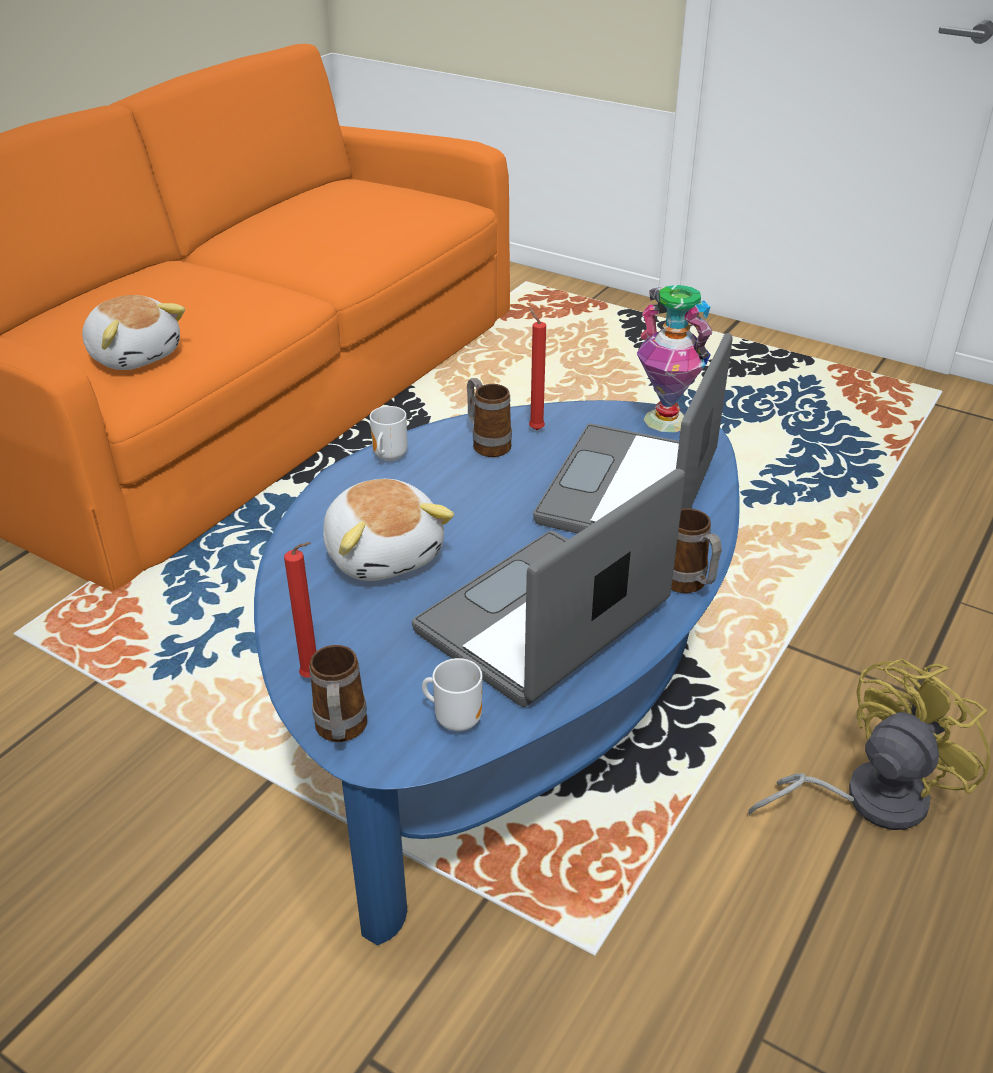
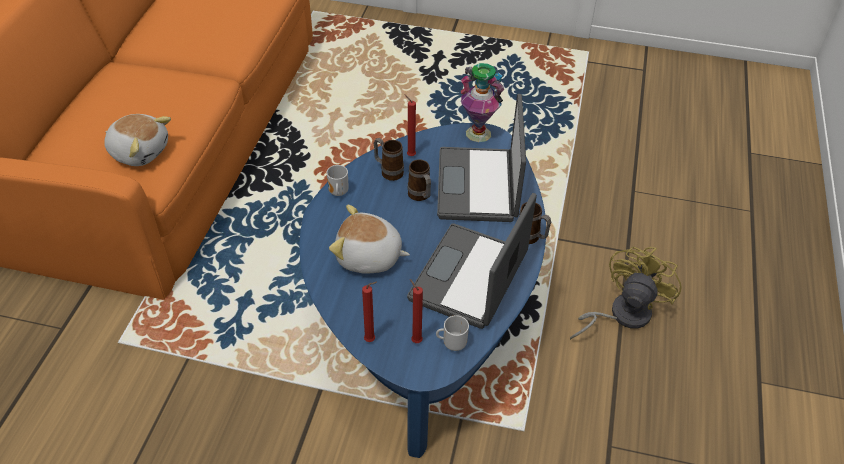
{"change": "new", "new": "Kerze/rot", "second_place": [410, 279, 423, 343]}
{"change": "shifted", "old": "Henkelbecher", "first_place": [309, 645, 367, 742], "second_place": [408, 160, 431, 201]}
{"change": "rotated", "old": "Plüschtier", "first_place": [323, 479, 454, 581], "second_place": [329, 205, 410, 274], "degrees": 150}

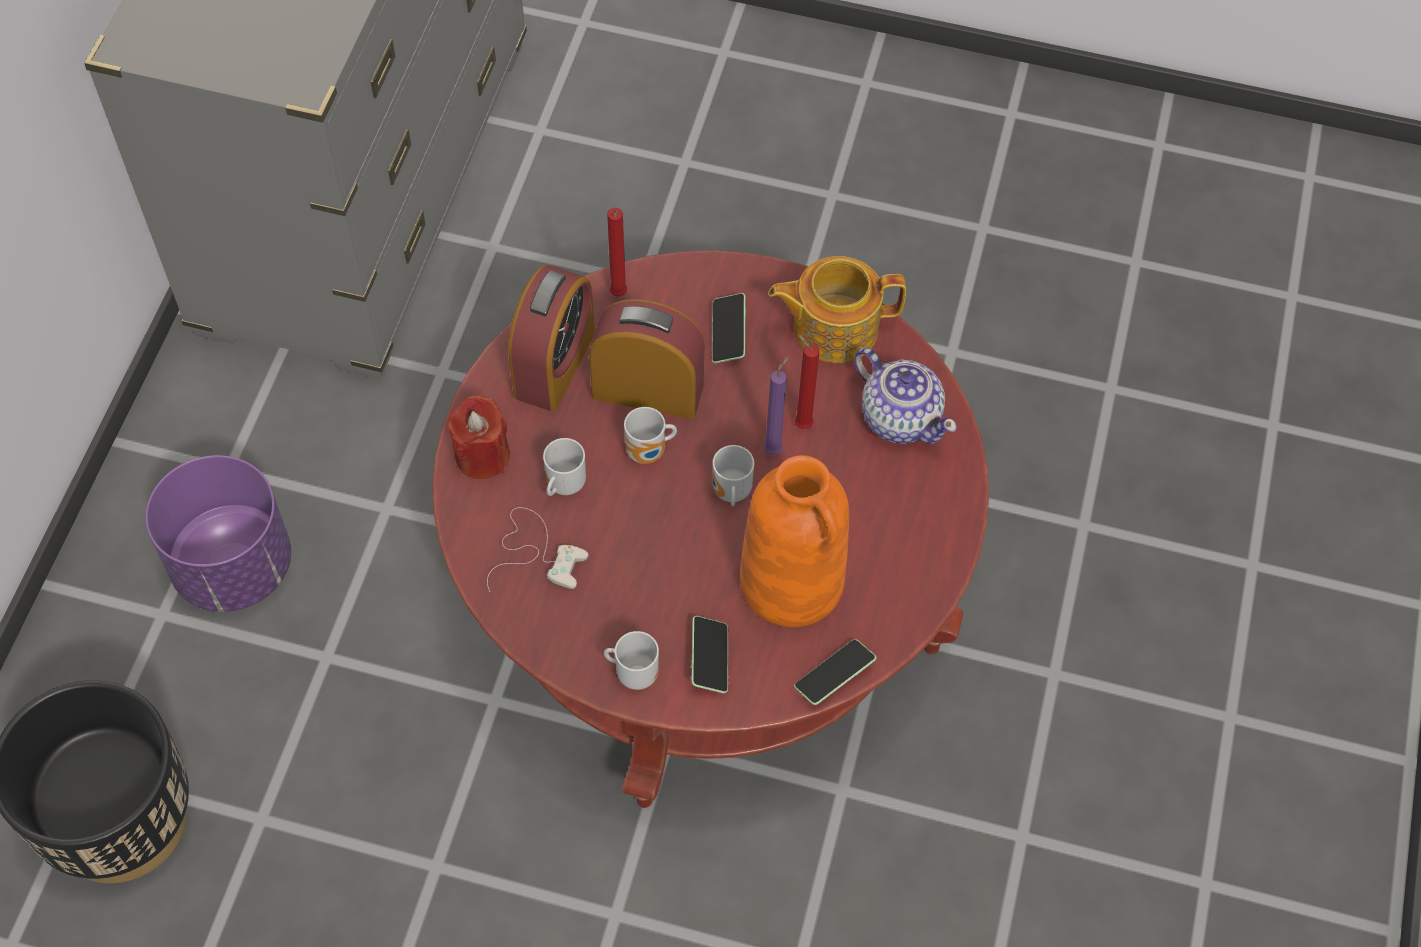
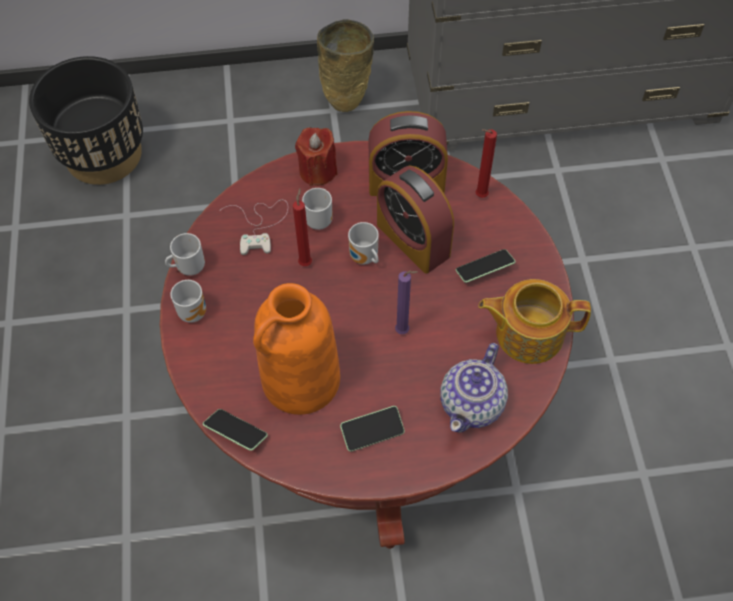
{"change": "gone", "old": "Pflanzkübel/lila", "first_place": [145, 455, 291, 612]}
{"change": "new", "new": "Vase/beige", "second_place": [317, 19, 374, 112]}
{"change": "shifted", "old": "Handy", "first_place": [691, 616, 728, 693], "second_place": [340, 406, 405, 452]}
{"change": "shifted", "old": "Henkelbecher", "first_place": [713, 445, 754, 506], "second_place": [165, 233, 205, 276]}
{"change": "shifted", "old": "Kerze/rot", "first_place": [795, 334, 820, 429], "second_place": [293, 188, 312, 266]}
{"change": "rotated", "old": "Wecker", "first_place": [589, 299, 705, 419], "second_place": [377, 165, 454, 274], "degrees": 150}
{"change": "rotated", "old": "Teekanne", "first_place": [768, 256, 906, 363], "second_place": [478, 279, 591, 364], "degrees": -60}

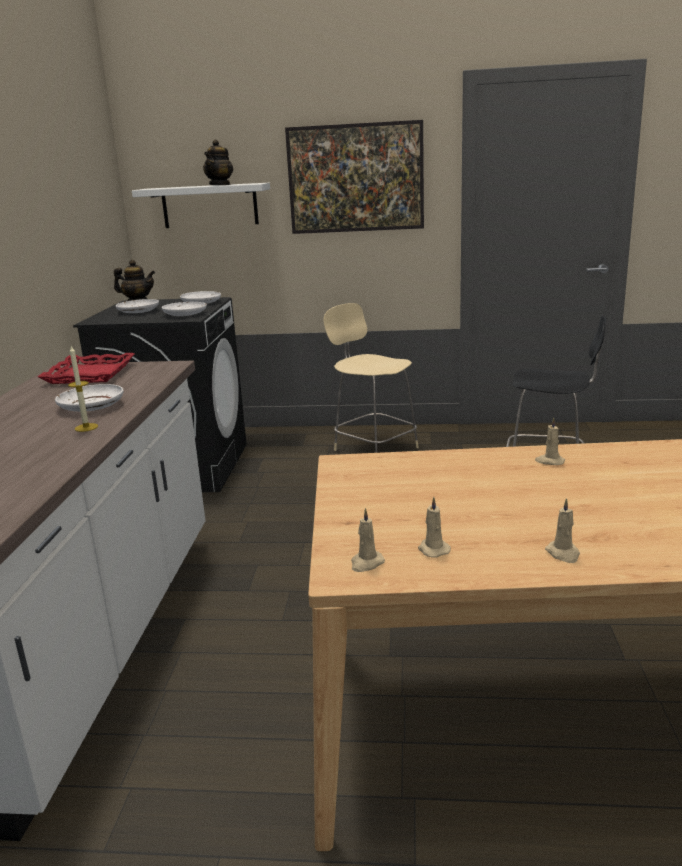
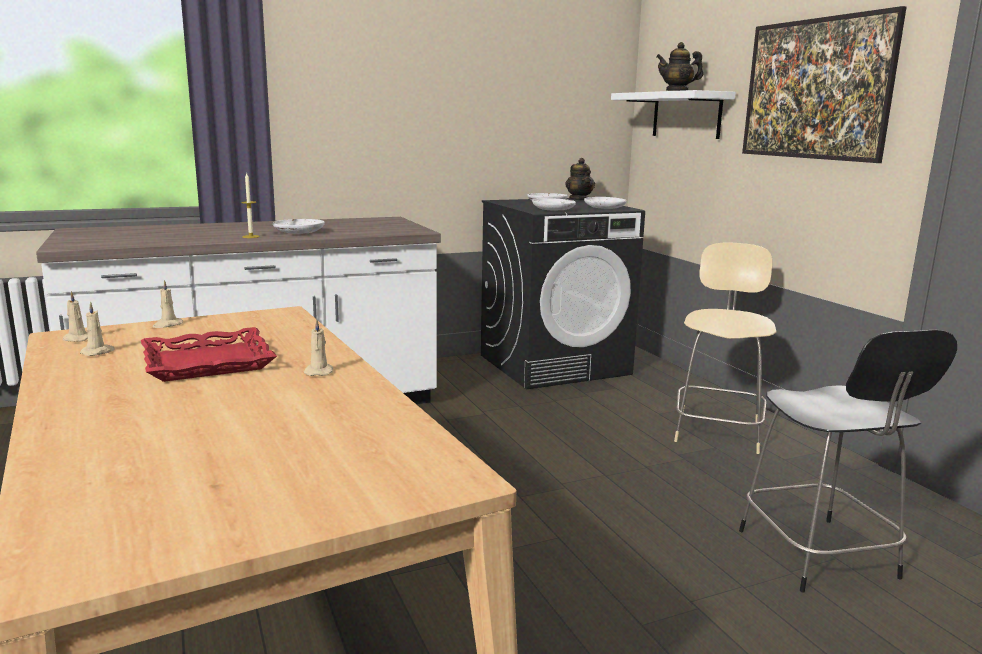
{"change": "shifted", "old": "Tablett/rot", "first_place": [38, 353, 134, 384], "second_place": [141, 327, 277, 382]}
{"change": "shifted", "old": "Kerze/beige", "first_place": [545, 498, 580, 563], "second_place": [153, 280, 183, 328]}

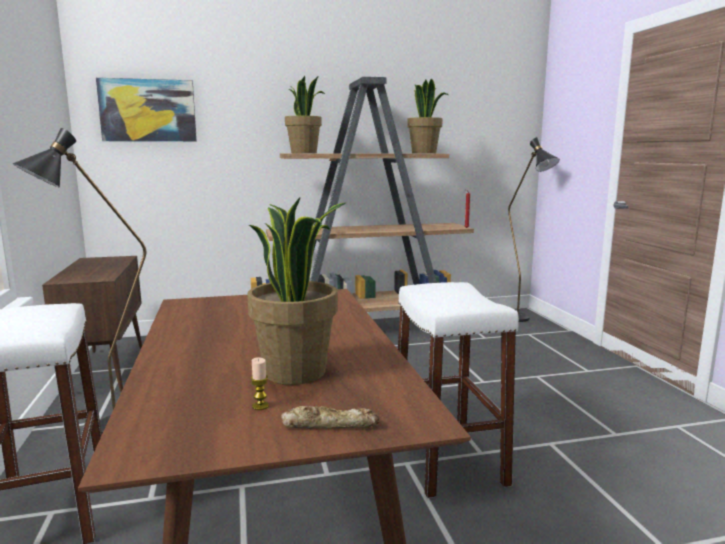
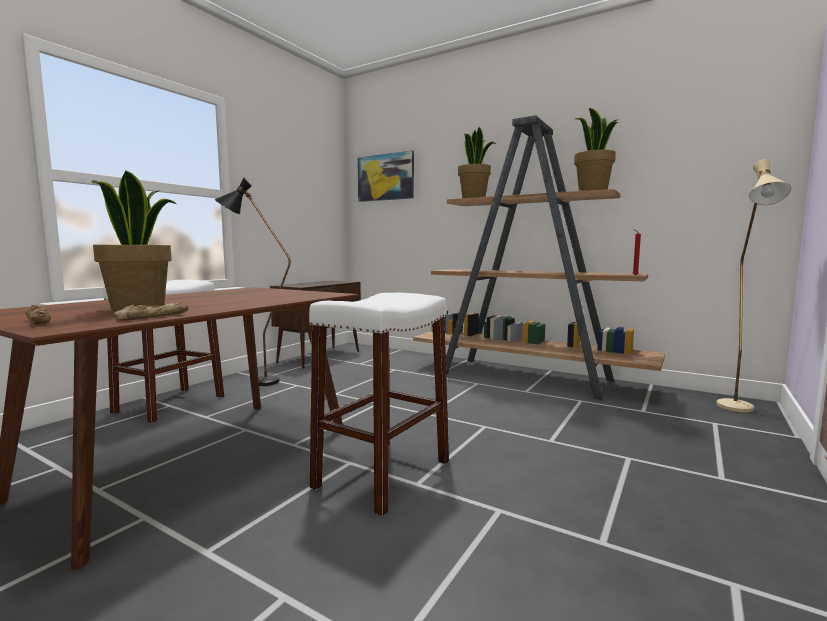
{"change": "gone", "old": "Kerze", "first_place": [251, 357, 269, 410]}
{"change": "new", "new": "Brot", "second_place": [113, 303, 188, 321]}
{"change": "repainted", "old": "Stehlampe/schwarz", "new": "Stehlampe/beige", "first_place": [508, 137, 560, 322], "second_place": [716, 159, 791, 413]}

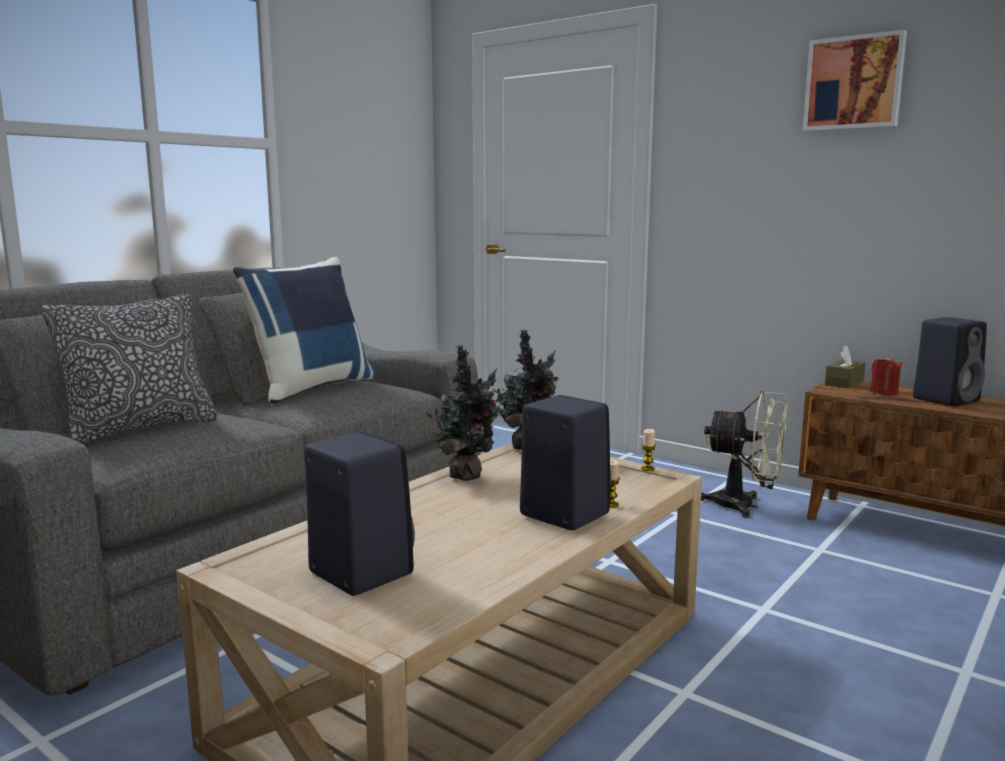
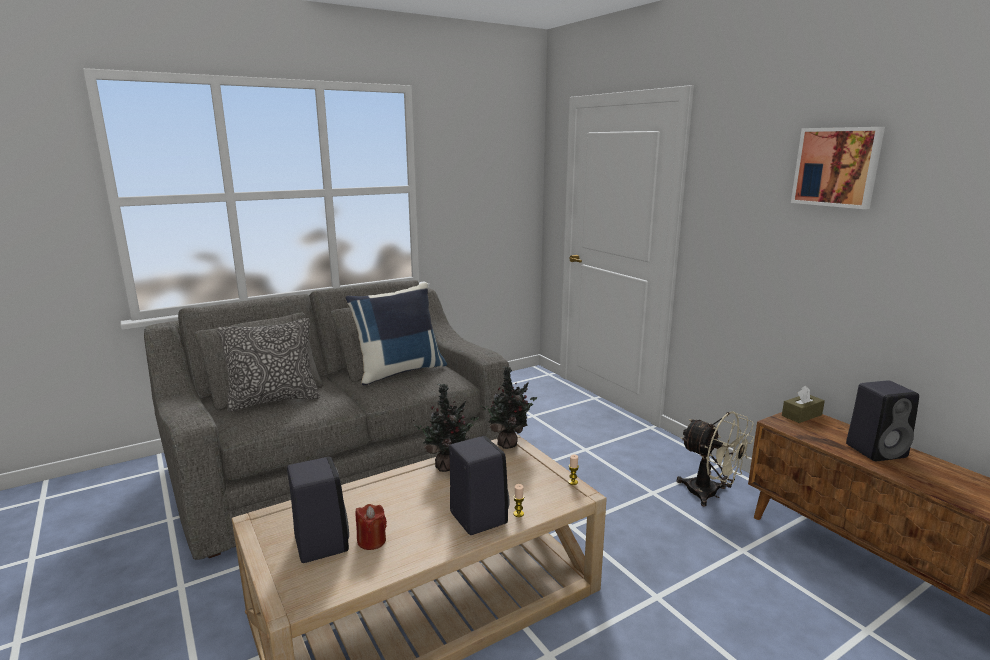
{"change": "shifted", "old": "Kerze/rot", "first_place": [870, 355, 902, 395], "second_place": [355, 504, 387, 550]}

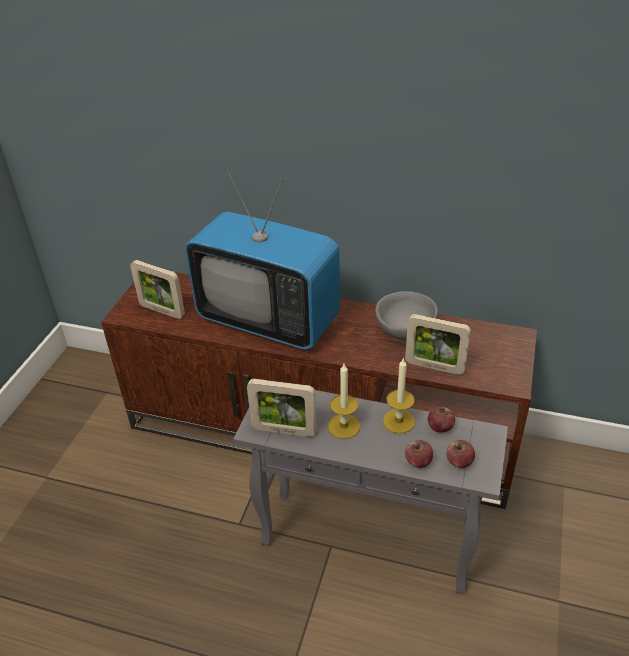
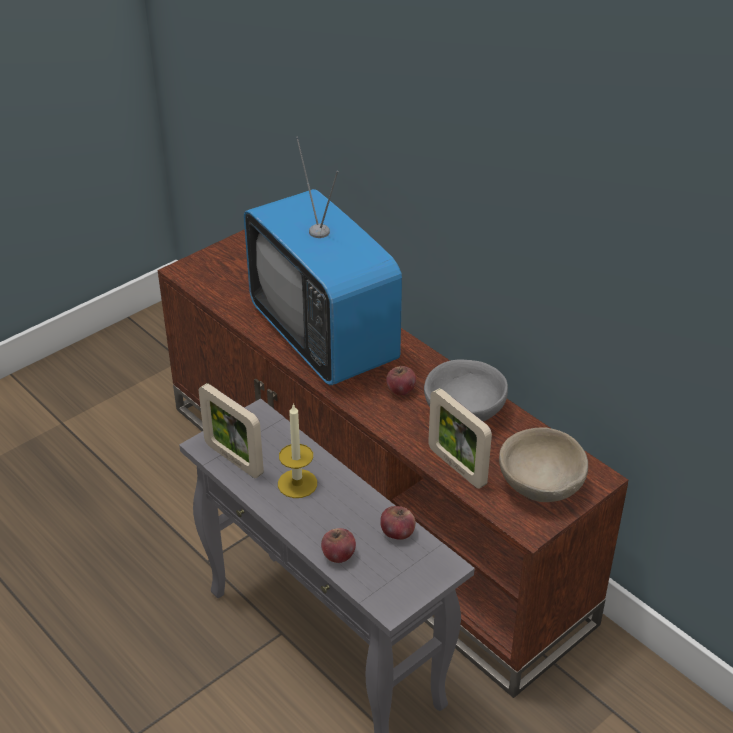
{"change": "gone", "old": "Bilderrahmen", "first_place": [130, 260, 185, 319]}
{"change": "gone", "old": "Kerze", "first_place": [383, 357, 415, 434]}
{"change": "new", "new": "Schüssel/beige", "second_place": [499, 427, 588, 502]}
{"change": "shifted", "old": "Apfel", "first_place": [446, 440, 475, 468], "second_place": [386, 366, 416, 395]}

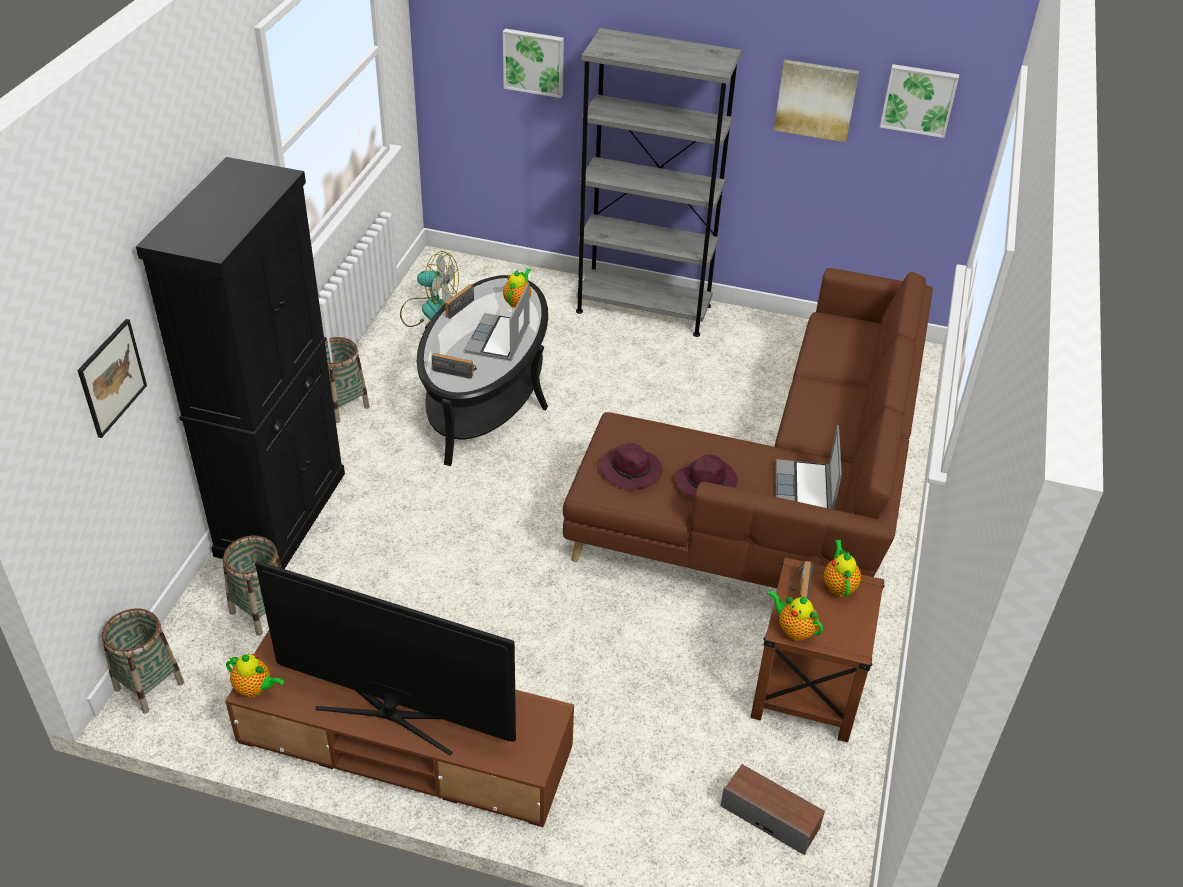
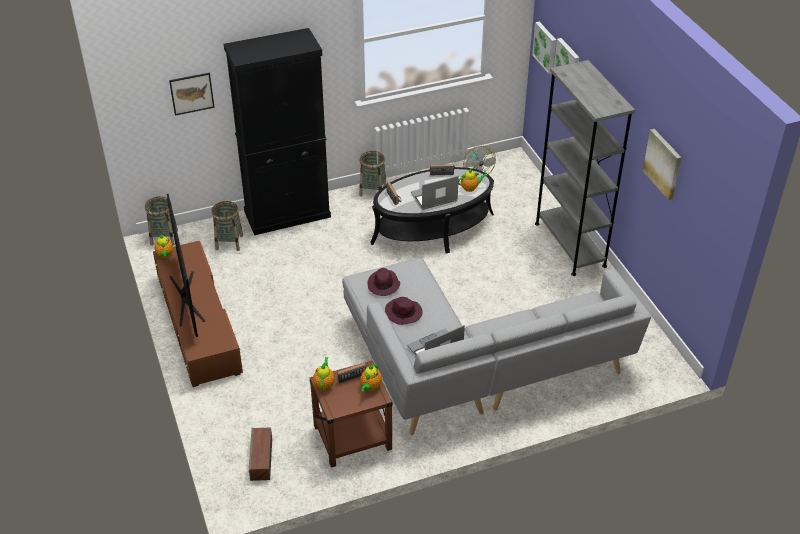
{"change": "shifted", "old": "Bild", "first_place": [880, 64, 959, 138], "second_place": [532, 22, 556, 74]}
{"change": "repainted", "old": "Sofa/braun", "new": "Sofa/grau", "first_place": [563, 268, 933, 588], "second_place": [342, 258, 651, 435]}
{"change": "rotated", "old": "Teekanne", "first_place": [824, 540, 861, 597], "second_place": [360, 363, 382, 391], "degrees": 150}

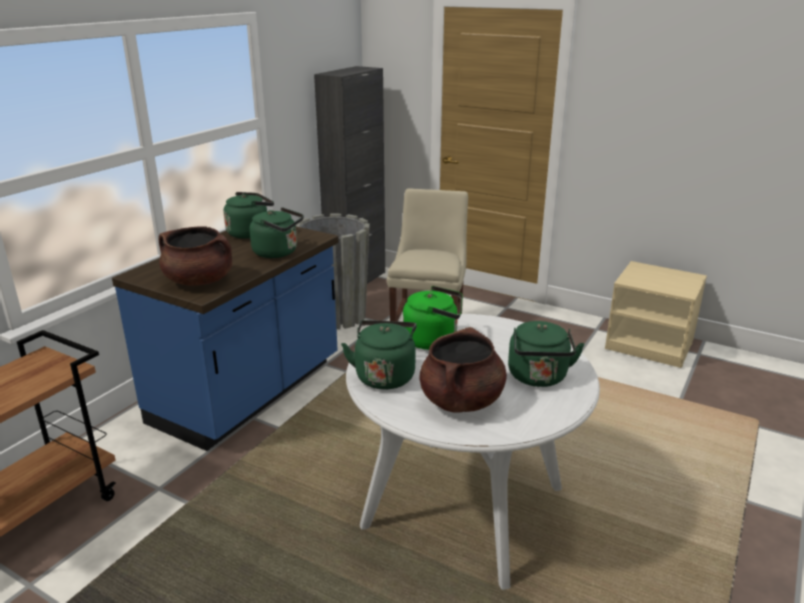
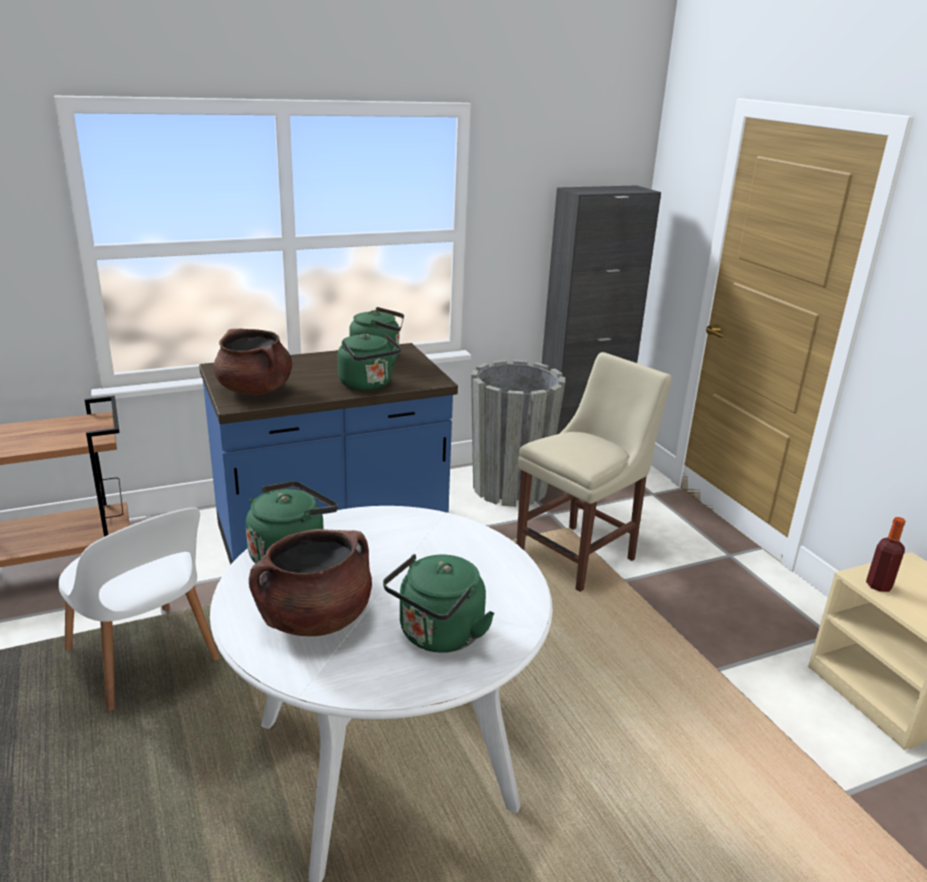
{"change": "gone", "old": "Wasserkessel/grün", "first_place": [403, 286, 463, 350]}
{"change": "new", "new": "Stuhl/weiß", "second_place": [59, 507, 220, 711]}
{"change": "new", "new": "Flasche", "second_place": [866, 517, 905, 592]}

